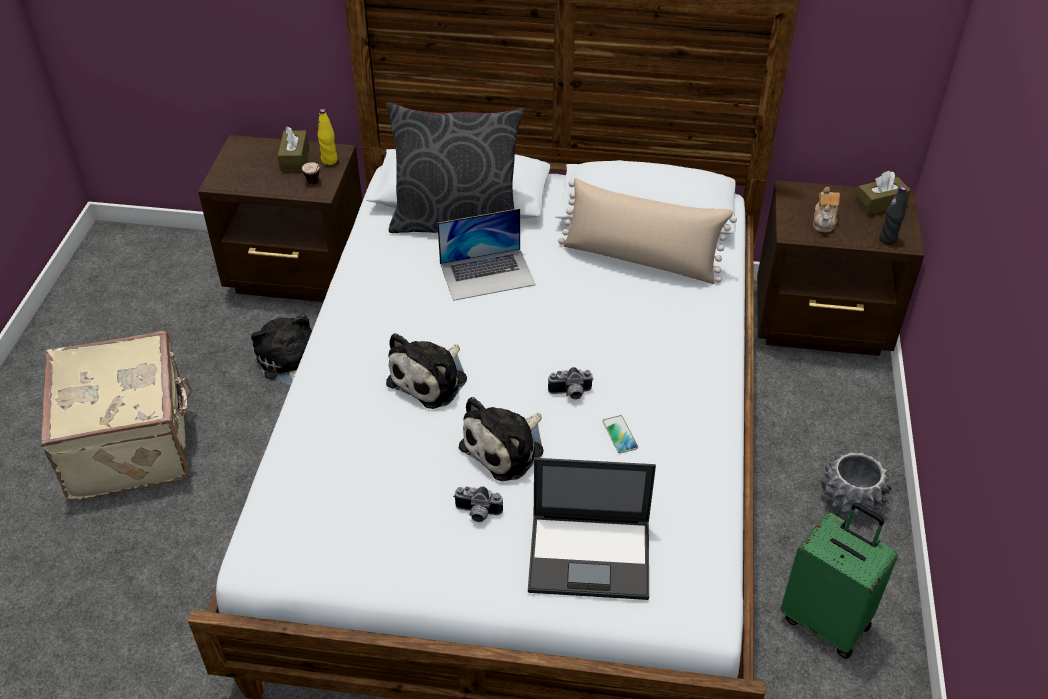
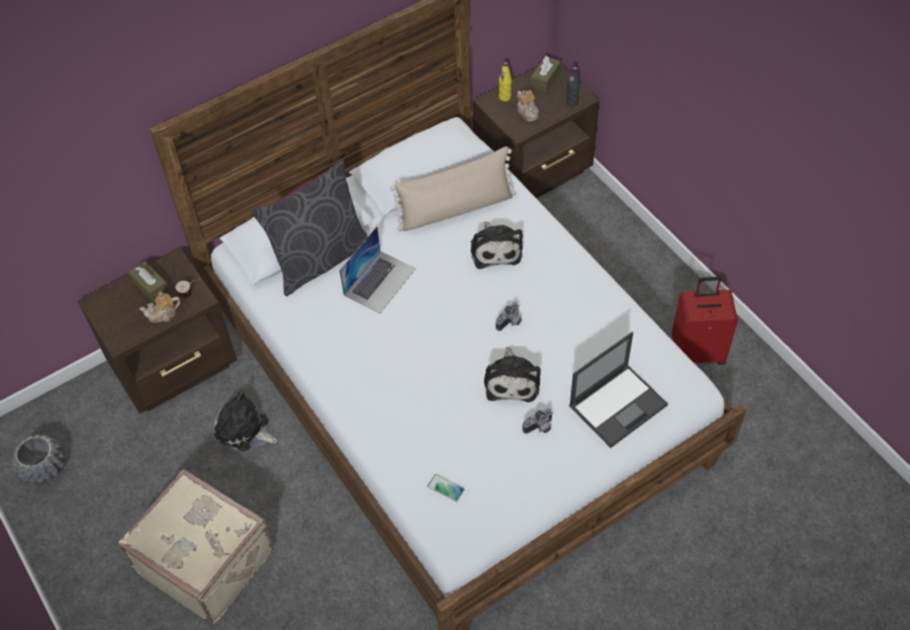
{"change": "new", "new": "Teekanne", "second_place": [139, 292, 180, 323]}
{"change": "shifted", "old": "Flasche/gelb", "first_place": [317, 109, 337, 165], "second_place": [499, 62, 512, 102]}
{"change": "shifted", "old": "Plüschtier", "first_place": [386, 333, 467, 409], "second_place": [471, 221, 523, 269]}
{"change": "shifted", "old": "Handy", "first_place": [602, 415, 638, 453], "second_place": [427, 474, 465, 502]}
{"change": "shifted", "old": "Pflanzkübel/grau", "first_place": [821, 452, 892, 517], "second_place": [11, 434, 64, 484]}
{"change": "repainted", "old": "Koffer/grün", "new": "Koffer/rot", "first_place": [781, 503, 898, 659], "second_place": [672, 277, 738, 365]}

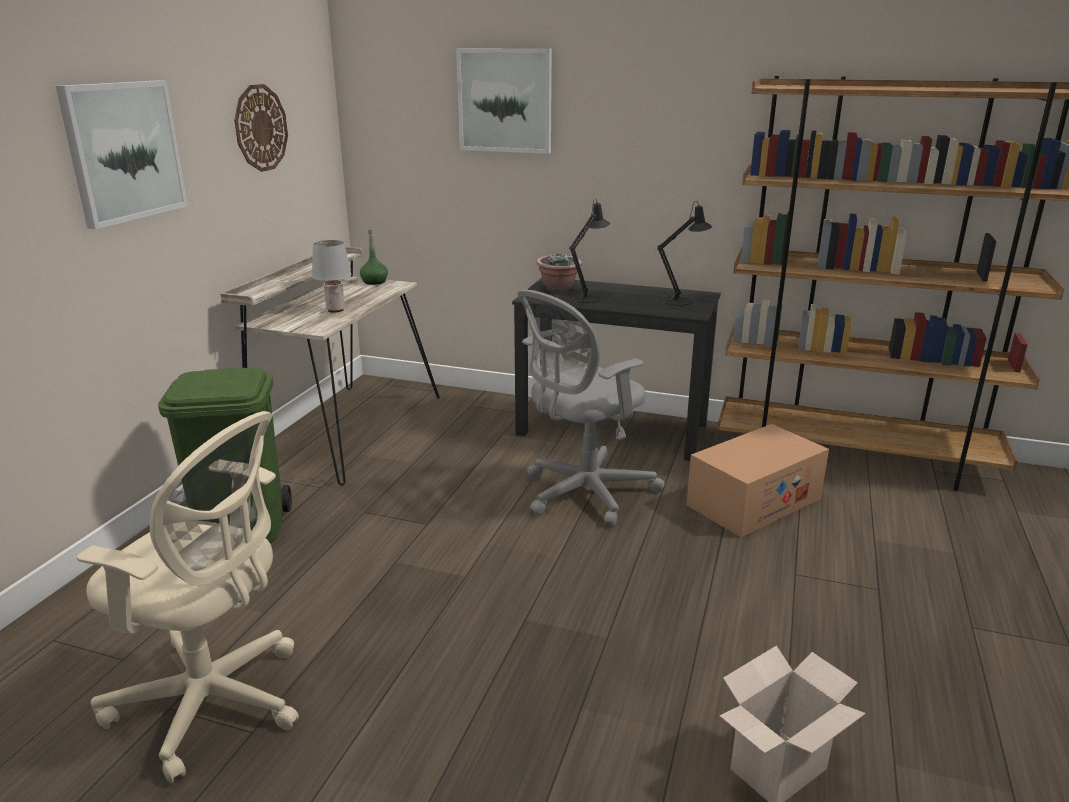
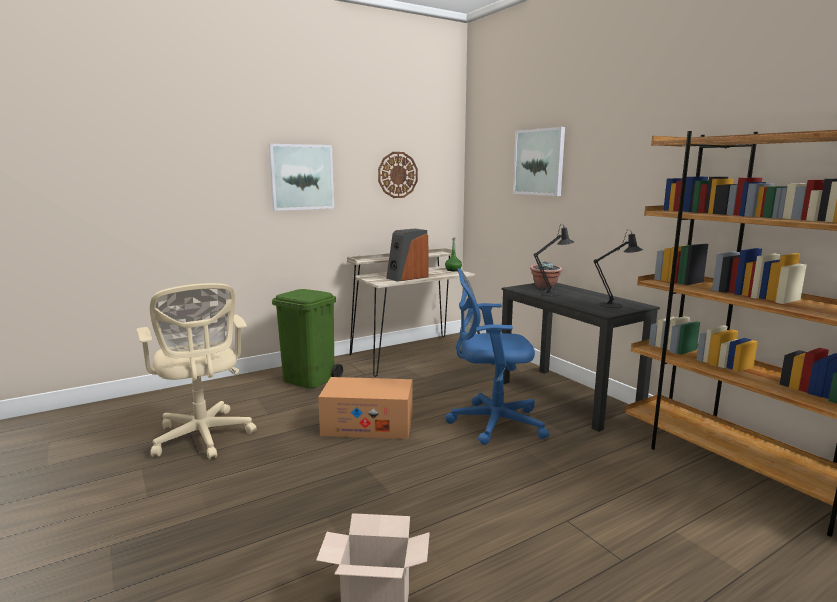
{"change": "shifted", "old": "Karton", "first_place": [686, 424, 829, 537], "second_place": [318, 377, 412, 439]}
{"change": "swapped", "old": "Tischlampe/grau", "new": "Lautsprecher", "first_place": [312, 240, 351, 313], "second_place": [386, 229, 428, 282]}
{"change": "repainted", "old": "Bürostuhl/grau", "new": "Bürostuhl/blau", "first_place": [517, 289, 665, 526], "second_place": [445, 268, 549, 445]}

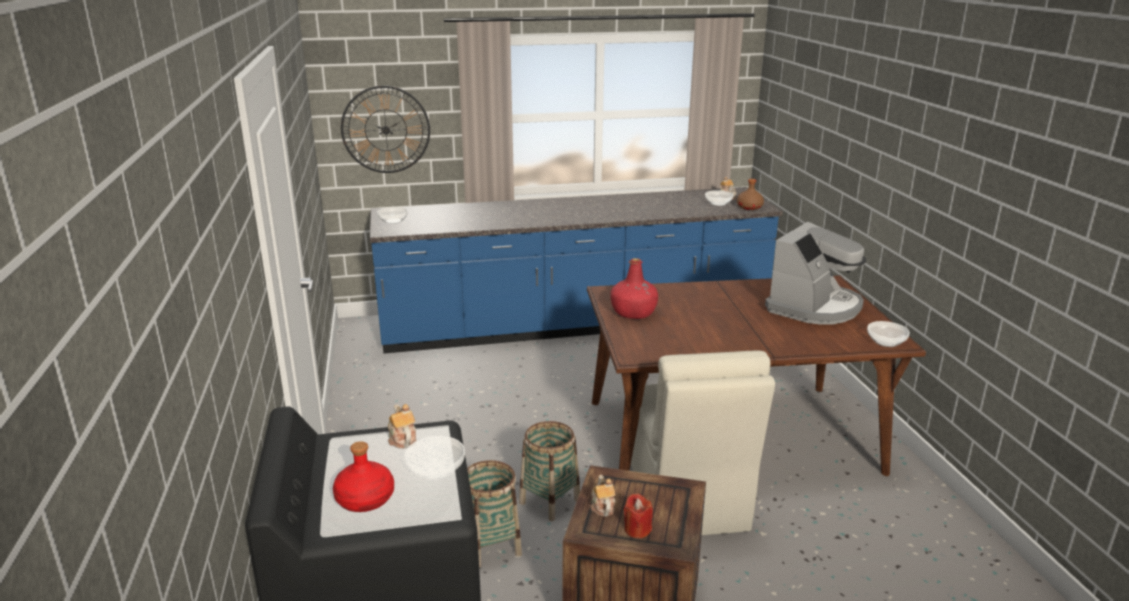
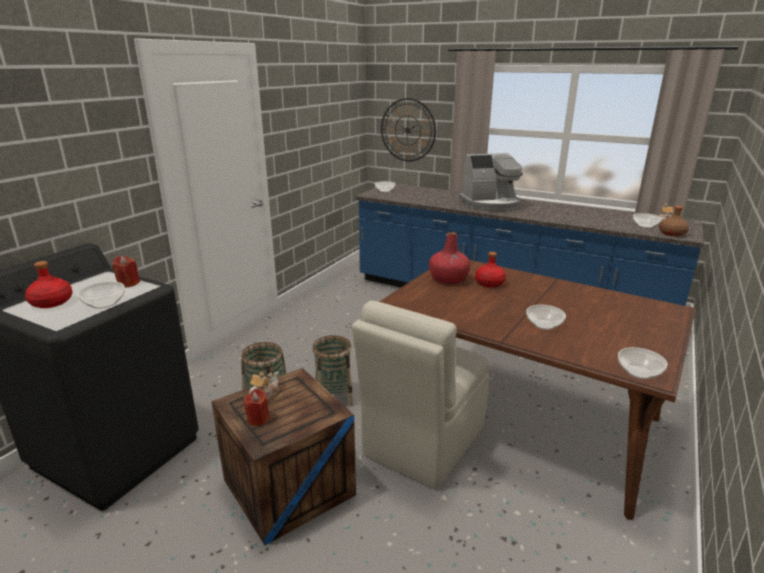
{"change": "new", "new": "Flasche/rot", "second_place": [475, 252, 506, 287]}
{"change": "new", "new": "Schüssel", "second_place": [526, 305, 566, 330]}
{"change": "shifted", "old": "Kaffeemaschine", "first_place": [765, 222, 866, 325], "second_place": [459, 153, 523, 211]}
{"change": "swapped", "old": "Teekanne", "new": "Kerze/rot", "first_place": [388, 404, 417, 448], "second_place": [112, 256, 140, 288]}

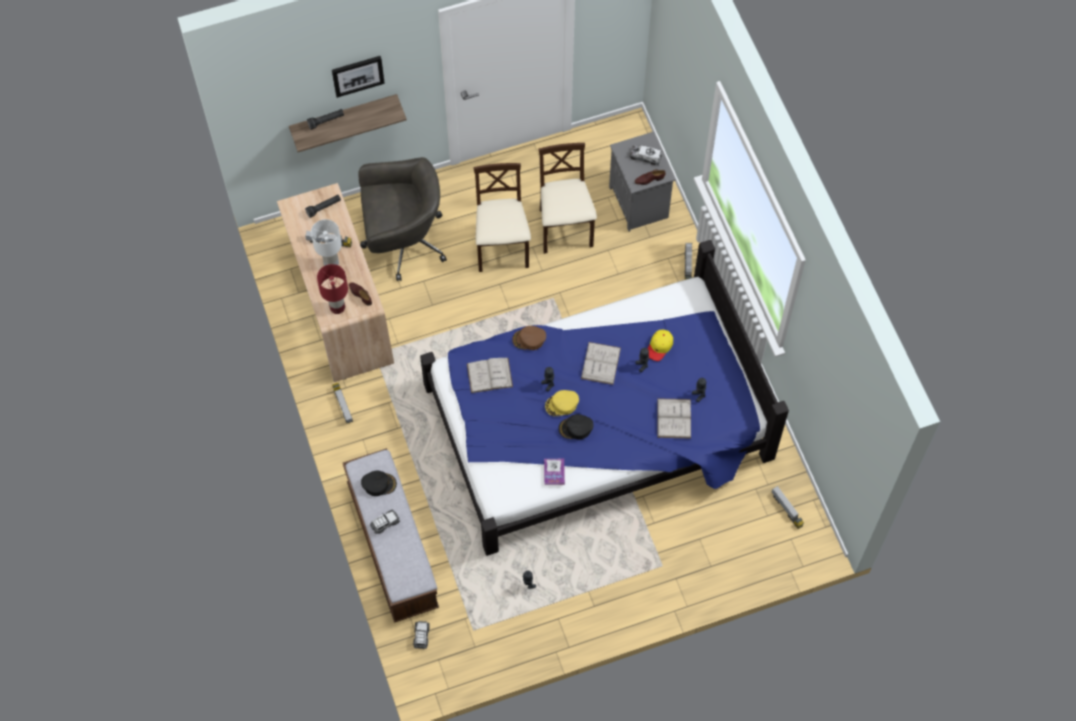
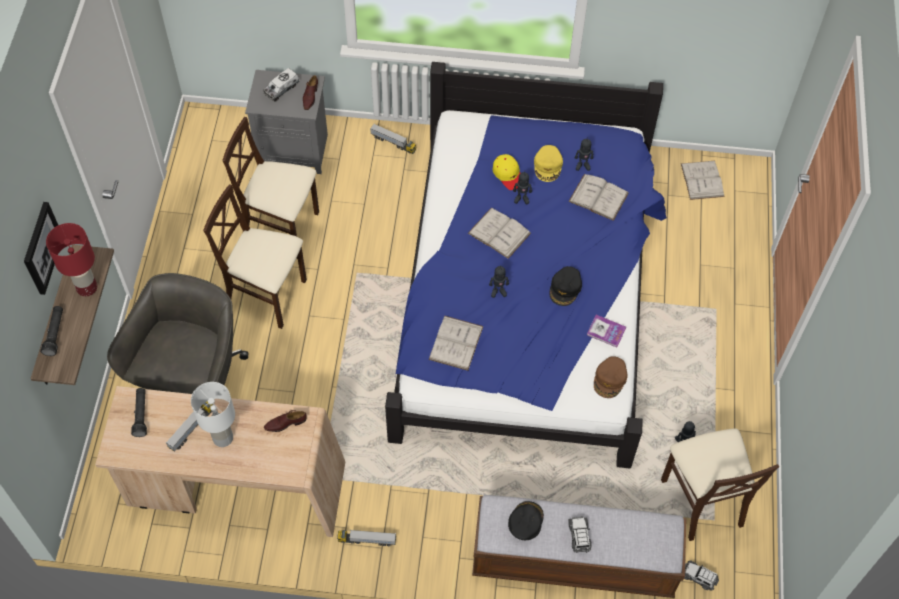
{"change": "new", "new": "Stuhl/beige", "second_place": [661, 428, 779, 541]}
{"change": "shifted", "old": "Tischlampe/rot", "first_place": [317, 264, 348, 314], "second_place": [46, 223, 97, 296]}
{"change": "shifted", "old": "Kappe/braun", "first_place": [512, 326, 546, 350], "second_place": [594, 356, 628, 398]}
{"change": "shifted", "old": "Kappe/gelb", "first_place": [545, 390, 579, 416], "second_place": [534, 145, 563, 182]}
{"change": "swapped", "old": "Spielzeuglaster", "new": "Buch/weiß", "first_place": [772, 486, 804, 529], "second_place": [681, 161, 725, 200]}

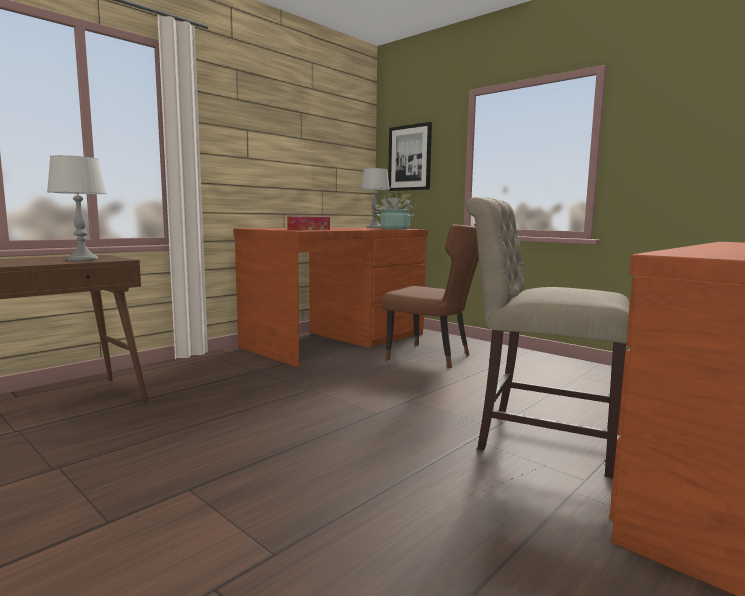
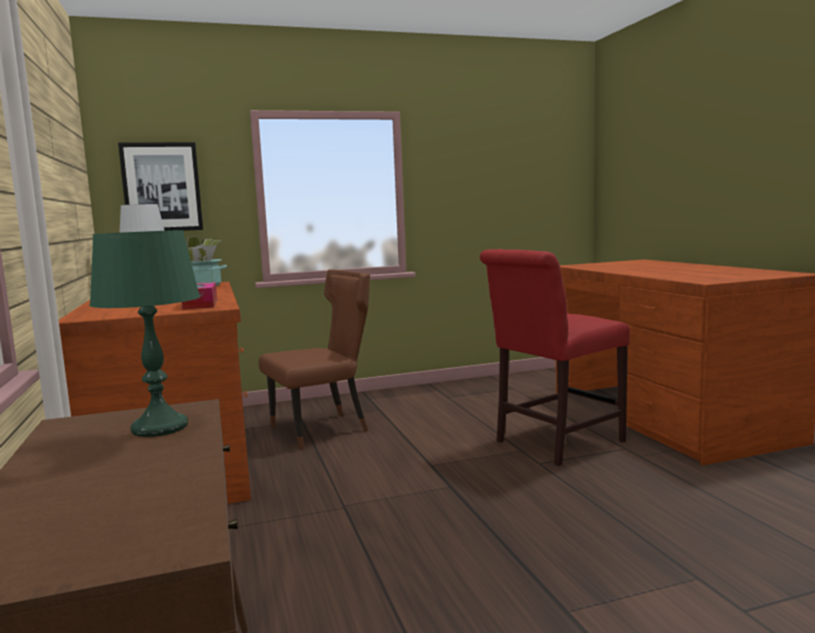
{"change": "repainted", "old": "Tischlampe/grau", "new": "Tischlampe/grün", "first_place": [47, 155, 107, 261], "second_place": [89, 230, 200, 437]}
{"change": "repainted", "old": "Stuhl/beige", "new": "Stuhl/rot", "first_place": [466, 197, 630, 478], "second_place": [480, 249, 630, 466]}

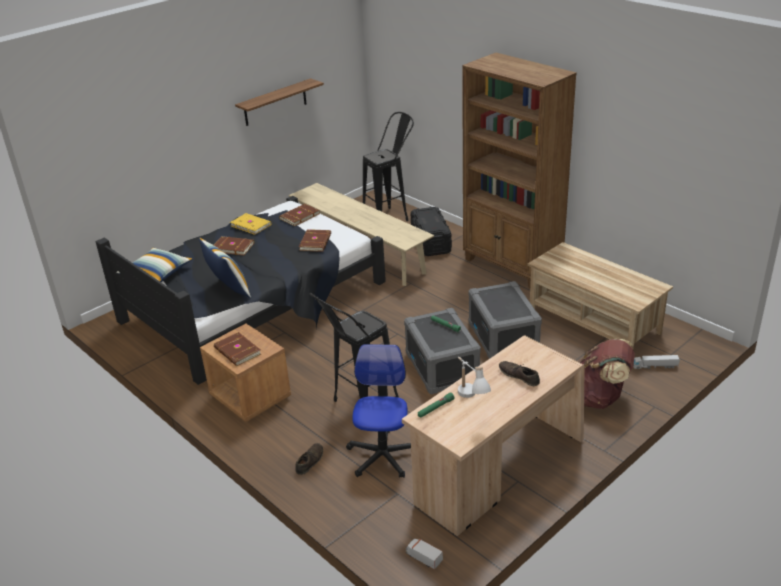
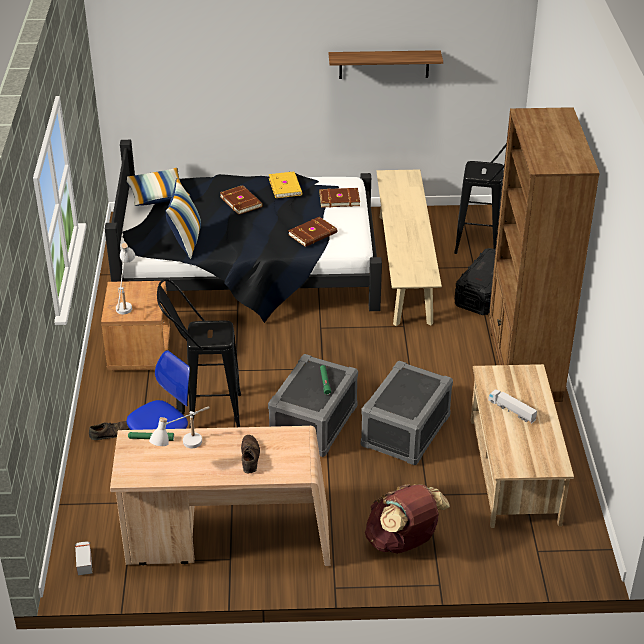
{"change": "shifted", "old": "Spielzeuglaster", "first_place": [633, 355, 680, 369], "second_place": [488, 389, 537, 424]}
{"change": "swapped", "old": "Buch/braun", "new": "Tischlampe/weiß", "first_place": [214, 332, 261, 366], "second_place": [116, 243, 135, 314]}

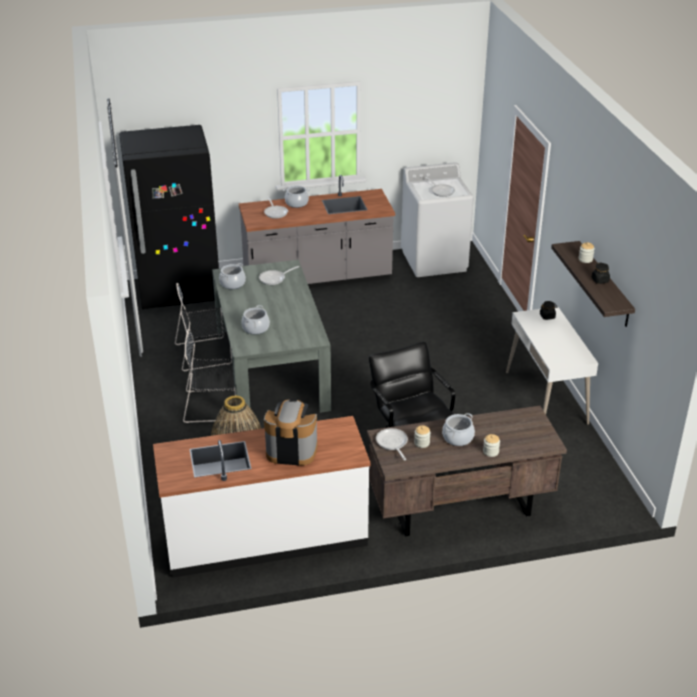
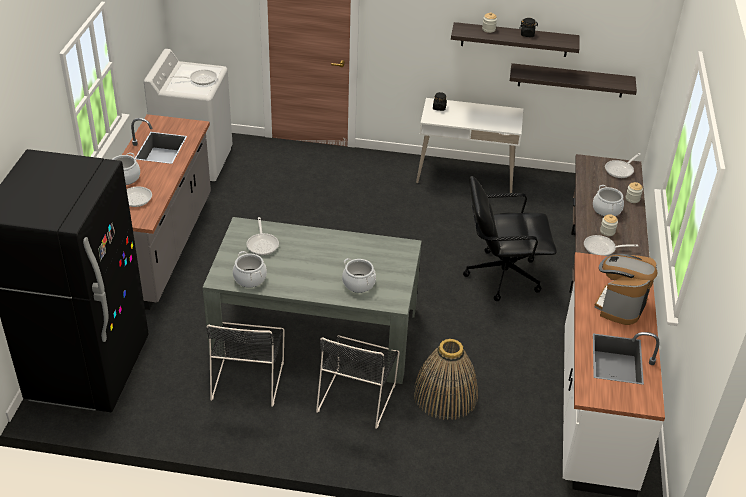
{"change": "new", "new": "Wandregal", "second_place": [510, 63, 637, 97]}
{"change": "new", "new": "Pfanne", "second_place": [605, 153, 641, 178]}

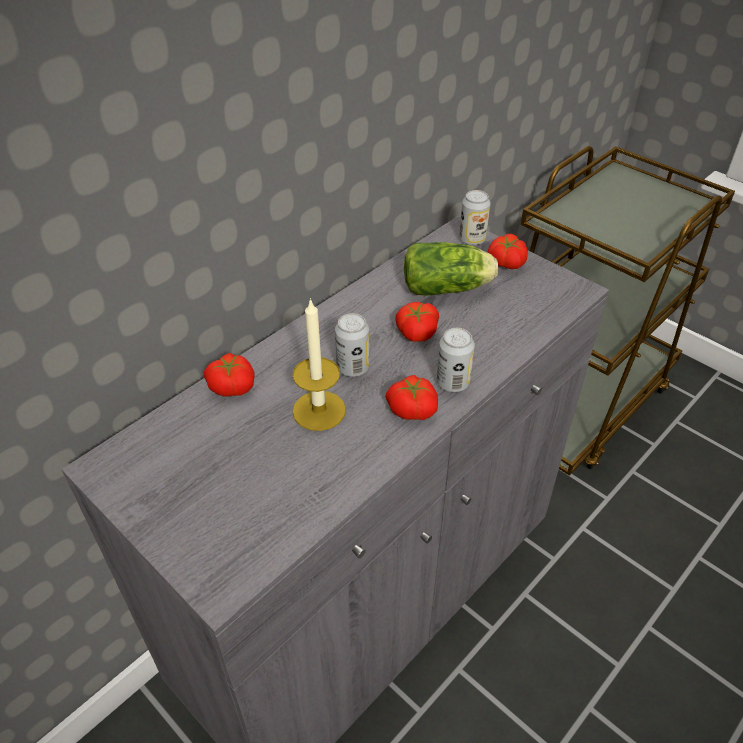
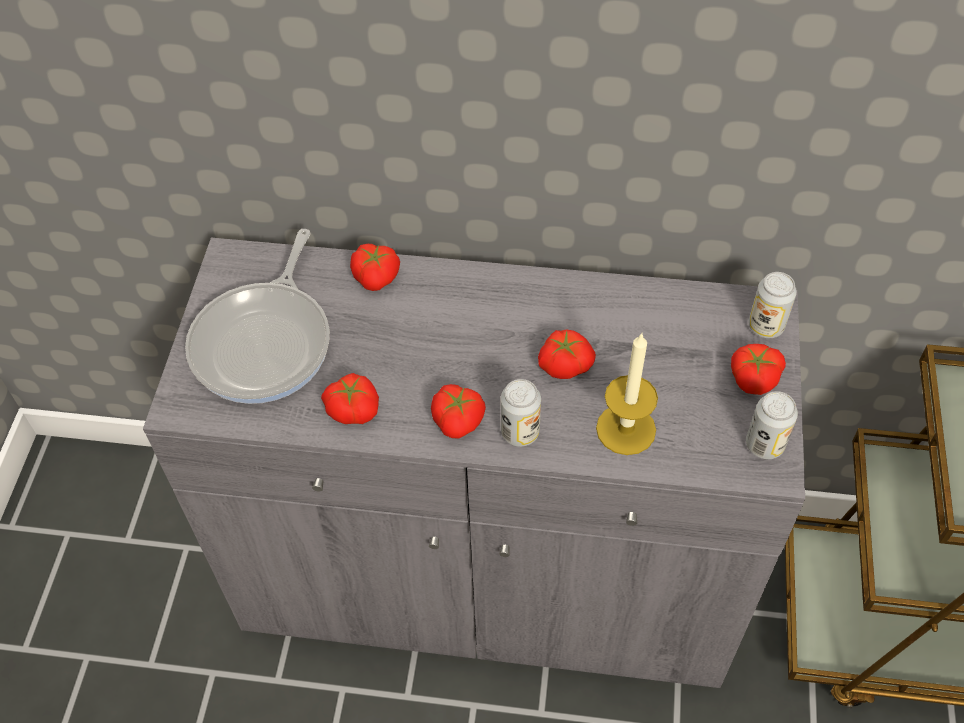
{"change": "gone", "old": "Salatkopf", "first_place": [404, 242, 498, 295]}
{"change": "new", "new": "Pfanne", "second_place": [185, 229, 330, 404]}
{"change": "new", "new": "Tomate", "second_place": [321, 373, 379, 424]}
{"change": "shifted", "old": "Kerze", "first_place": [292, 298, 346, 431], "second_place": [596, 333, 658, 455]}
{"change": "shifted", "old": "Dose", "first_place": [335, 313, 369, 377], "second_place": [746, 391, 798, 459]}

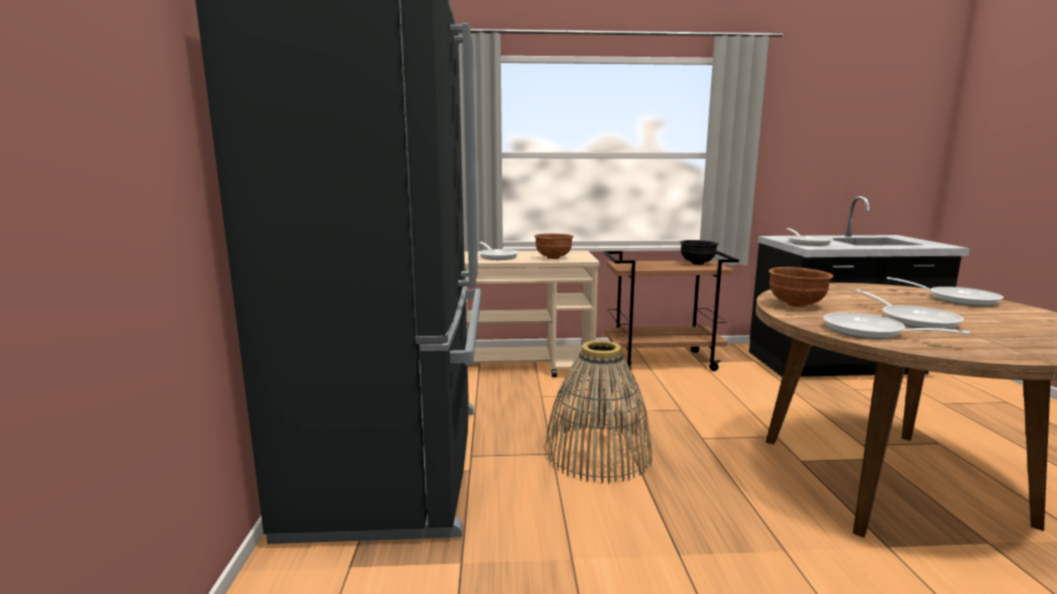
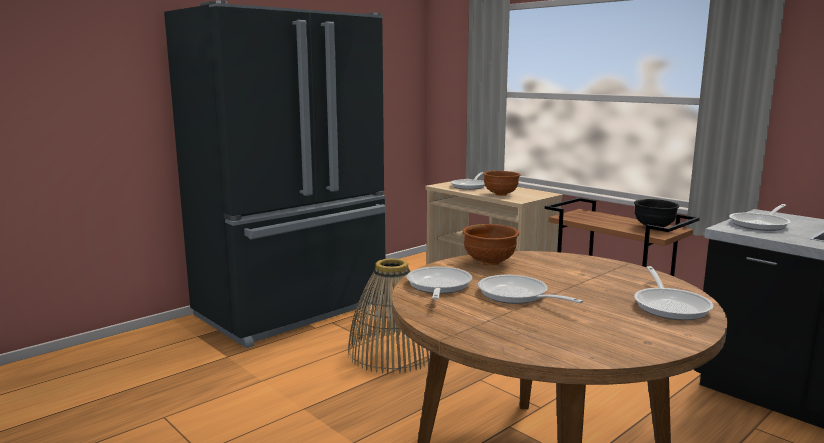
{"change": "rotated", "old": "Pfanne", "first_place": [856, 289, 964, 329], "second_place": [478, 275, 583, 304], "degrees": 105}

